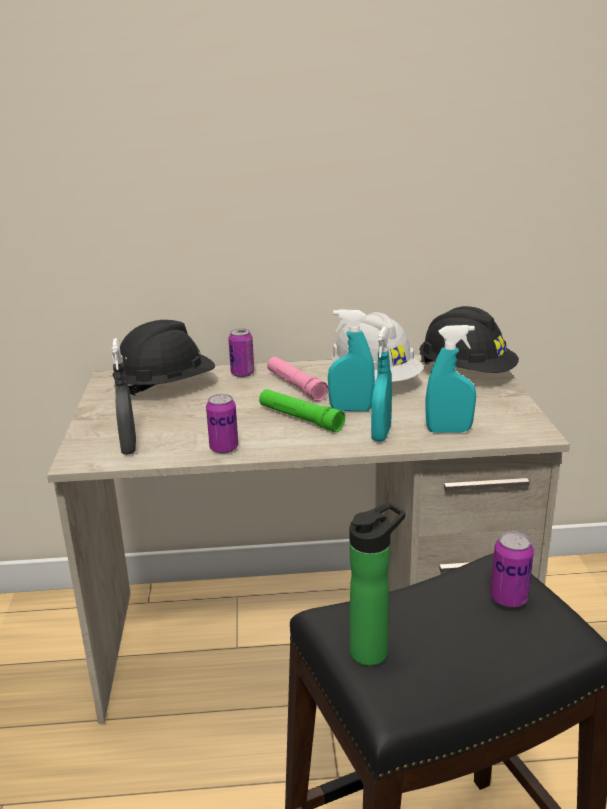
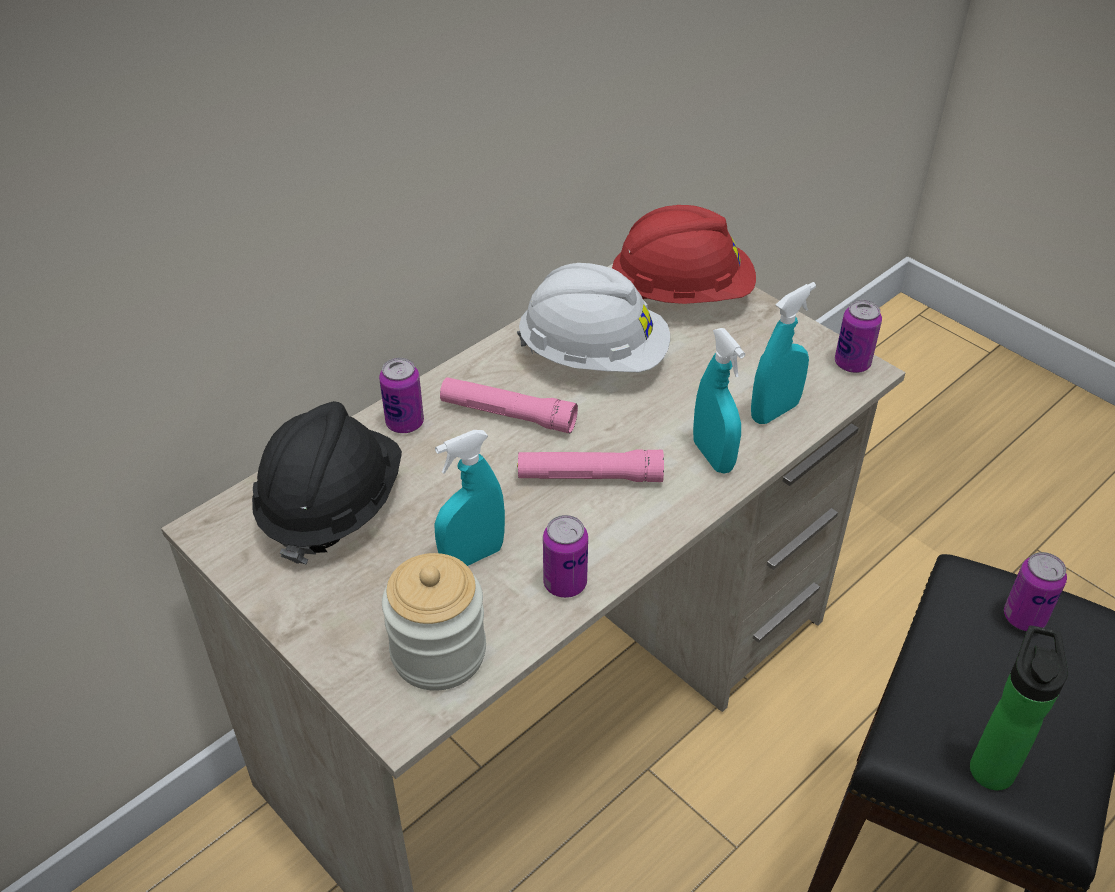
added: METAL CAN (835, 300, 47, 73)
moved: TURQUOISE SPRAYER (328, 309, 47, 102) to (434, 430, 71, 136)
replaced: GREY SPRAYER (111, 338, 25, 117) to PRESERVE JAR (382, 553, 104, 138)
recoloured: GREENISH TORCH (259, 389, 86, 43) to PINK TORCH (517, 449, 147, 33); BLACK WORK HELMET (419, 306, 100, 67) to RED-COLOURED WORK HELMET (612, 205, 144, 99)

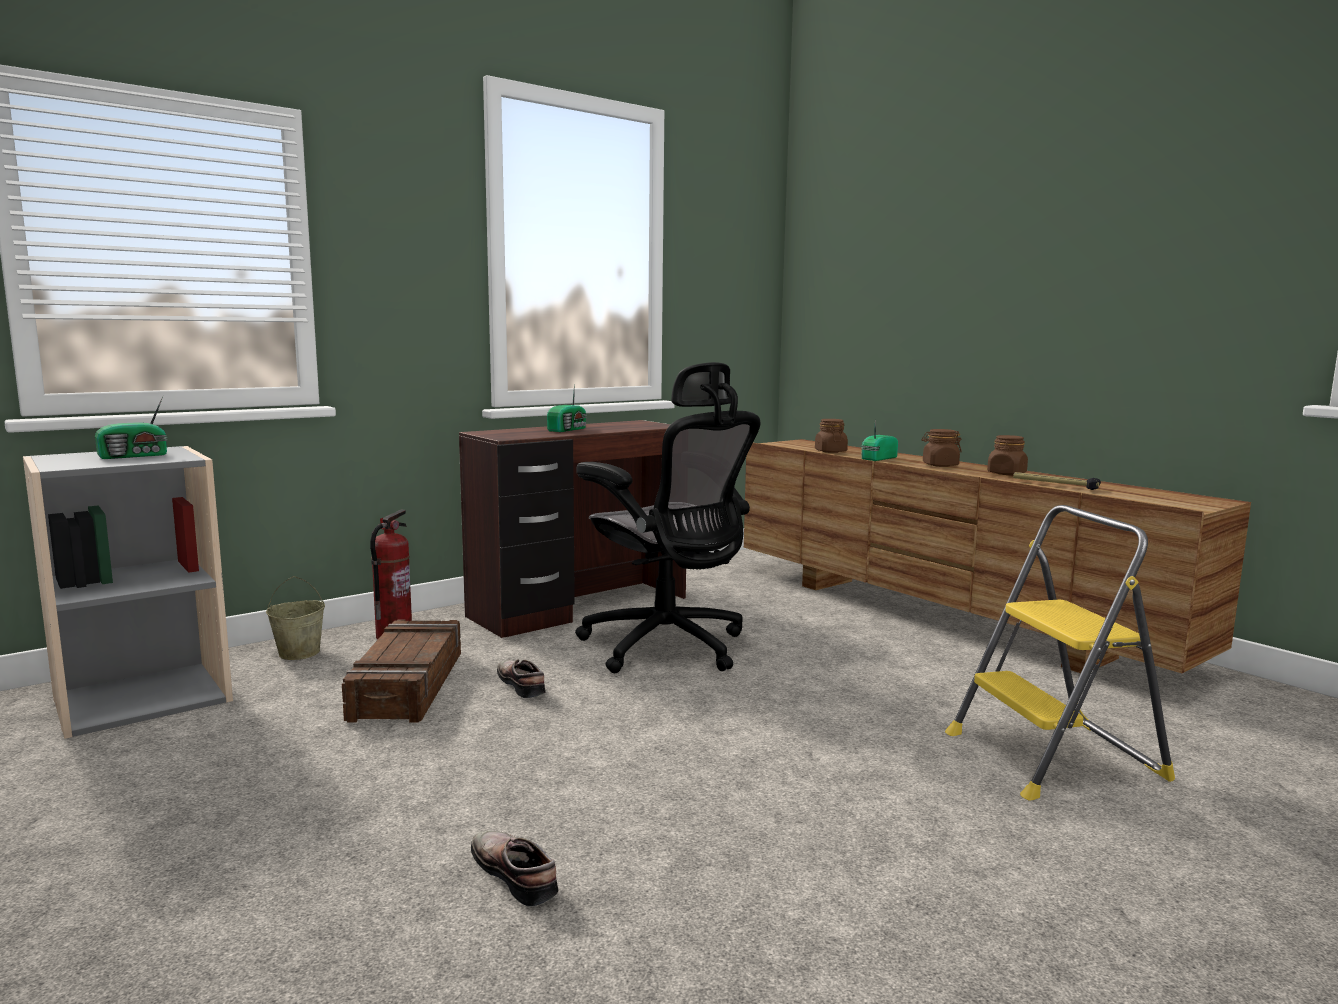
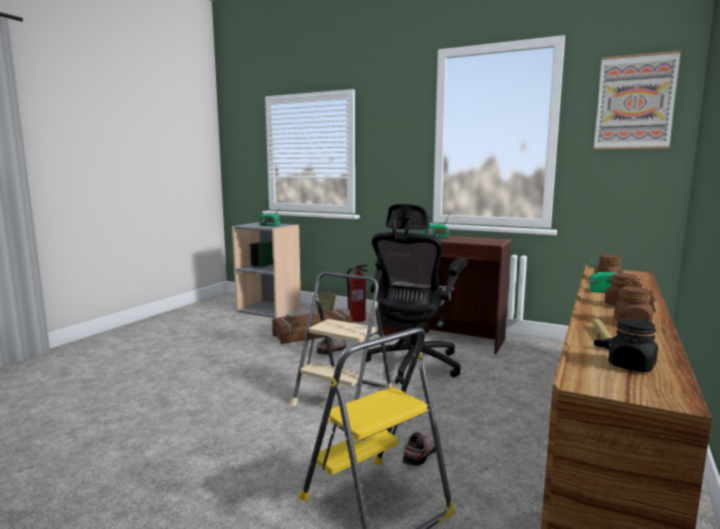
added: SAND-COLOURED STEP STOOL (289, 272, 103, 134); WALL ART (594, 50, 87, 100); BLACK PRESERVE JAR (608, 318, 50, 54)
moved: LOW SHOE (471, 830, 87, 77) to (403, 428, 33, 38)

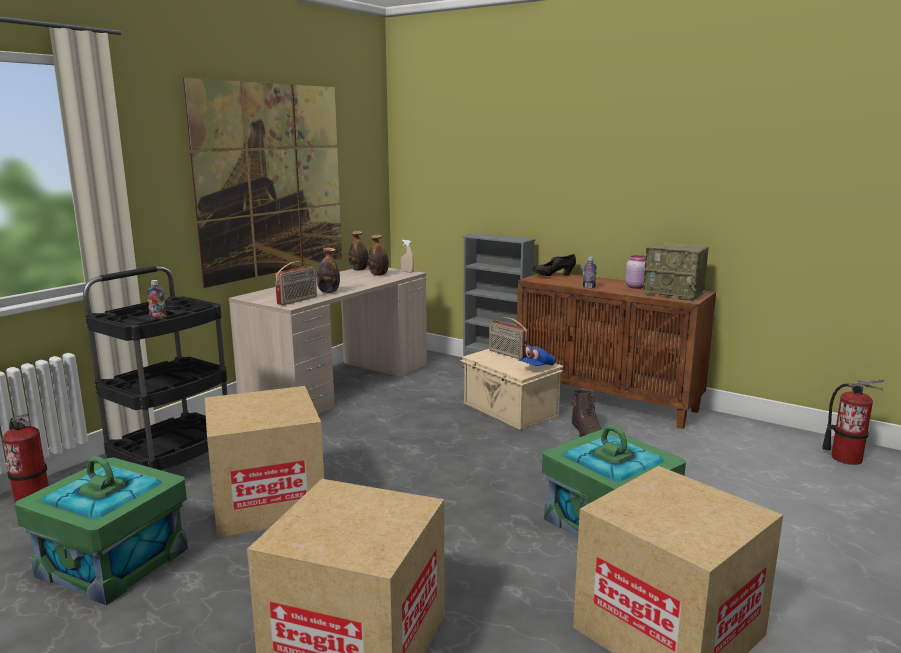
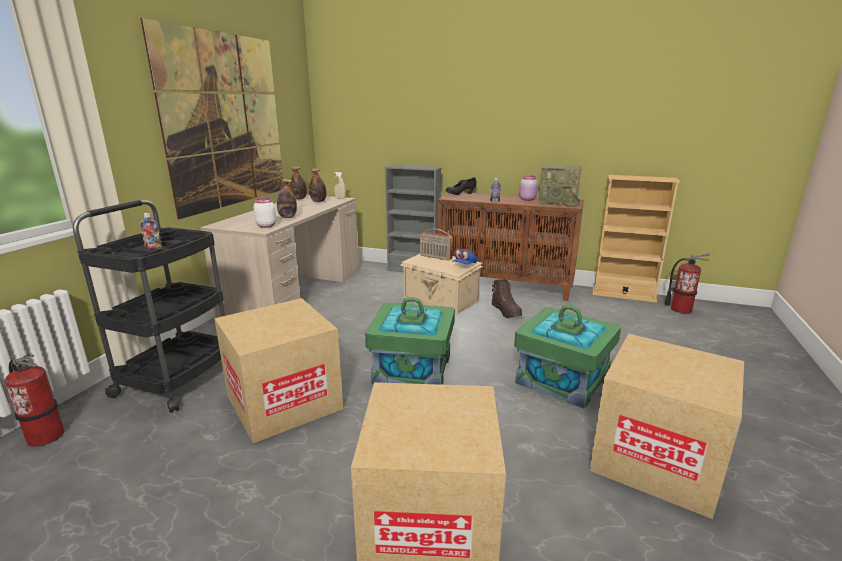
added: SAND-COLOURED BOOKCASE (593, 175, 87, 128)
moved: GREENISH STORAGE CONTAINER (15, 456, 173, 149) to (365, 297, 90, 88)
replaced: RADIO RECEIVER (275, 261, 42, 44) to WHITE-COLOURED PRESERVE JAR (254, 198, 22, 30)

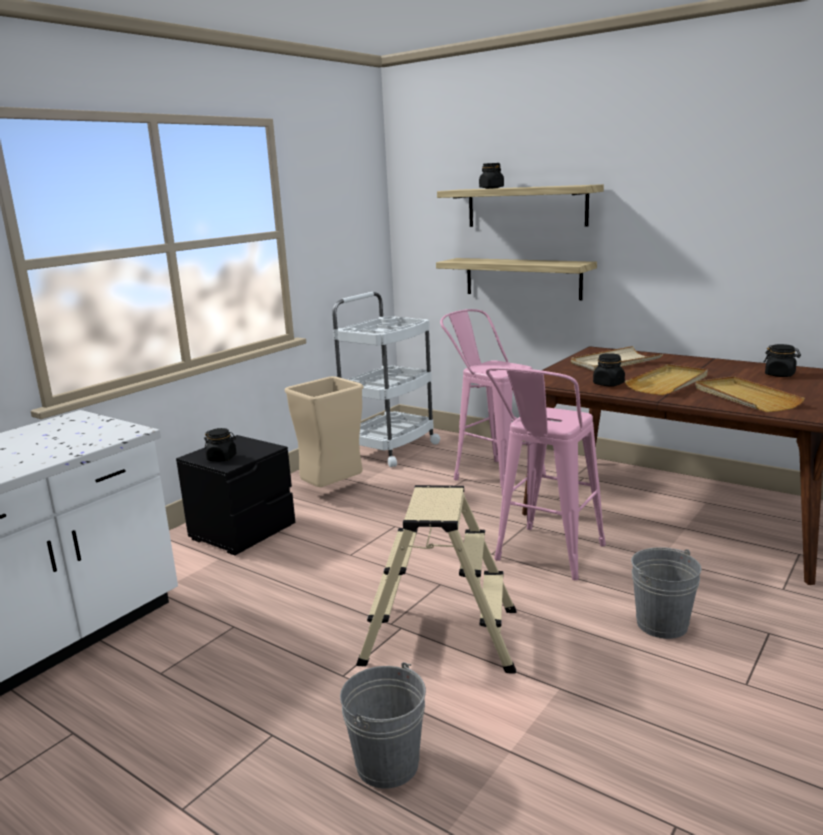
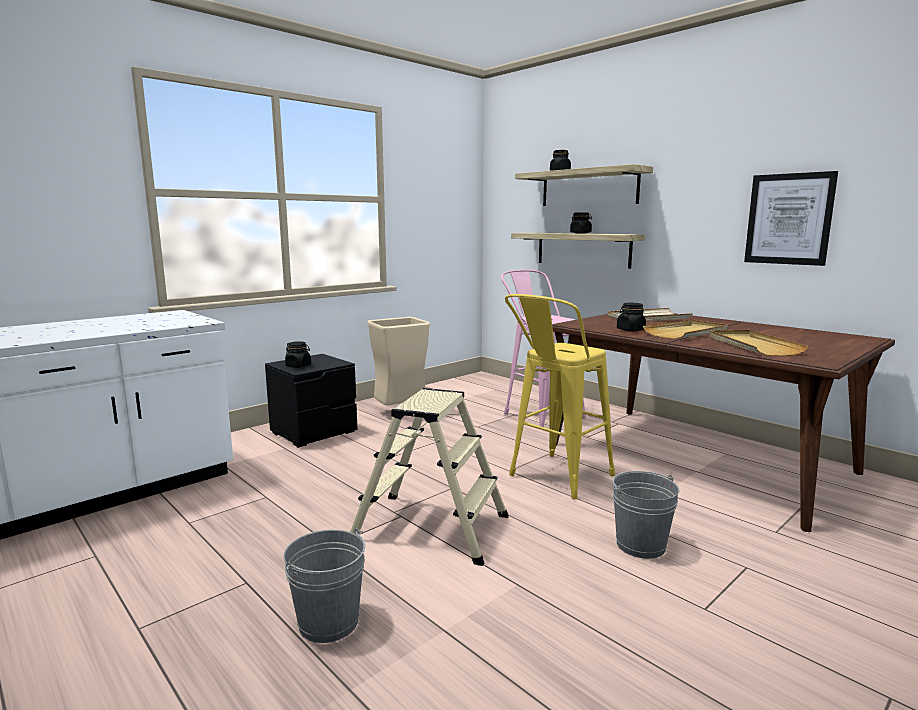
removed: WHITE-COLOURED WHEELED CART (332, 292, 108, 175)
added: WALL ART (744, 171, 94, 95)
moved: BLACK PRESERVE JAR (763, 344, 38, 33) to (570, 212, 22, 21)
recoloured: PINK STOOL (486, 367, 120, 213) to YELLOW STOOL (505, 294, 110, 205)

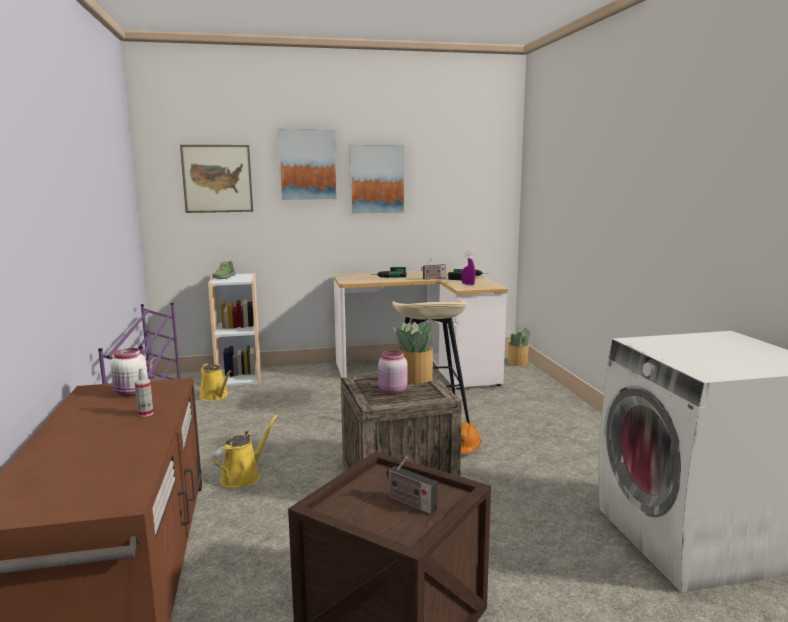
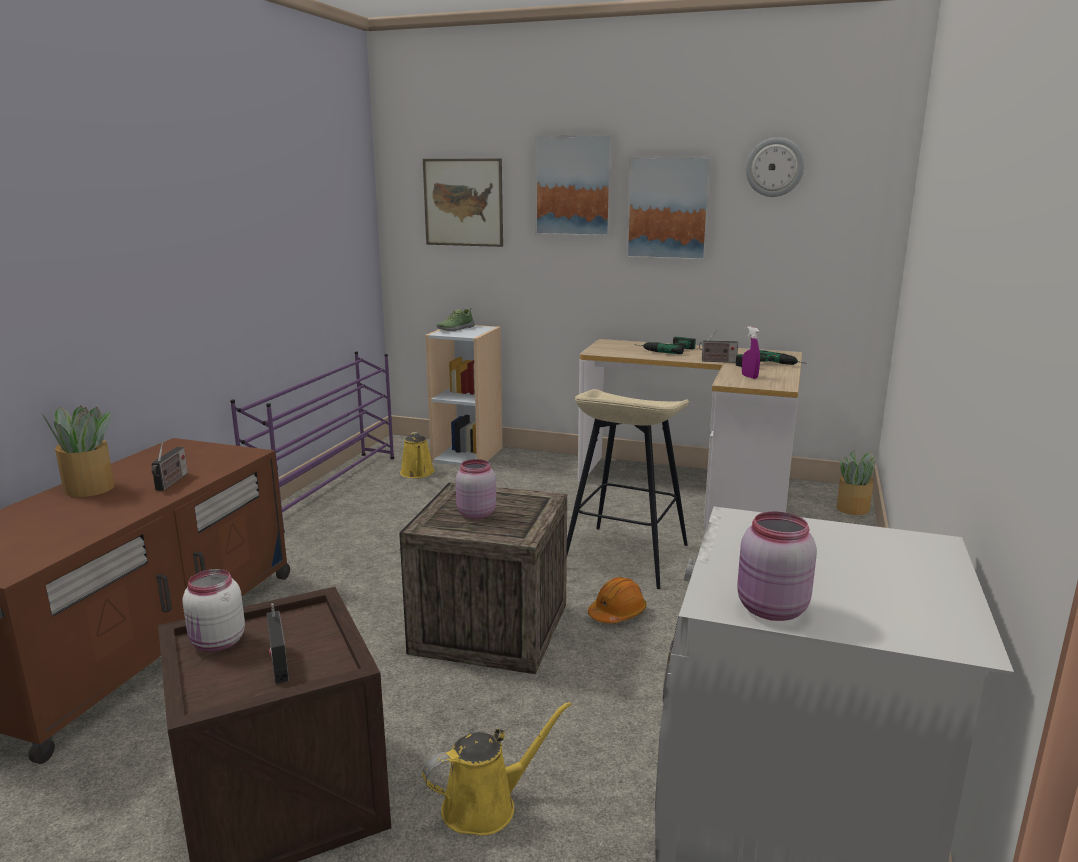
added: PINK PRESERVE JAR (737, 511, 80, 110); HANGING CLOCK (746, 137, 59, 60)
moved: WHITE-COLOURED PRESERVE JAR (110, 348, 38, 48) to (182, 569, 63, 83); YELLOW WATERING POT (213, 414, 65, 74) to (422, 701, 150, 135); HOUSEPLANT (392, 322, 42, 61) to (42, 405, 73, 92)
replaced: SPRAYER (134, 368, 20, 49) to RADIO RECEIVER (151, 442, 37, 49)

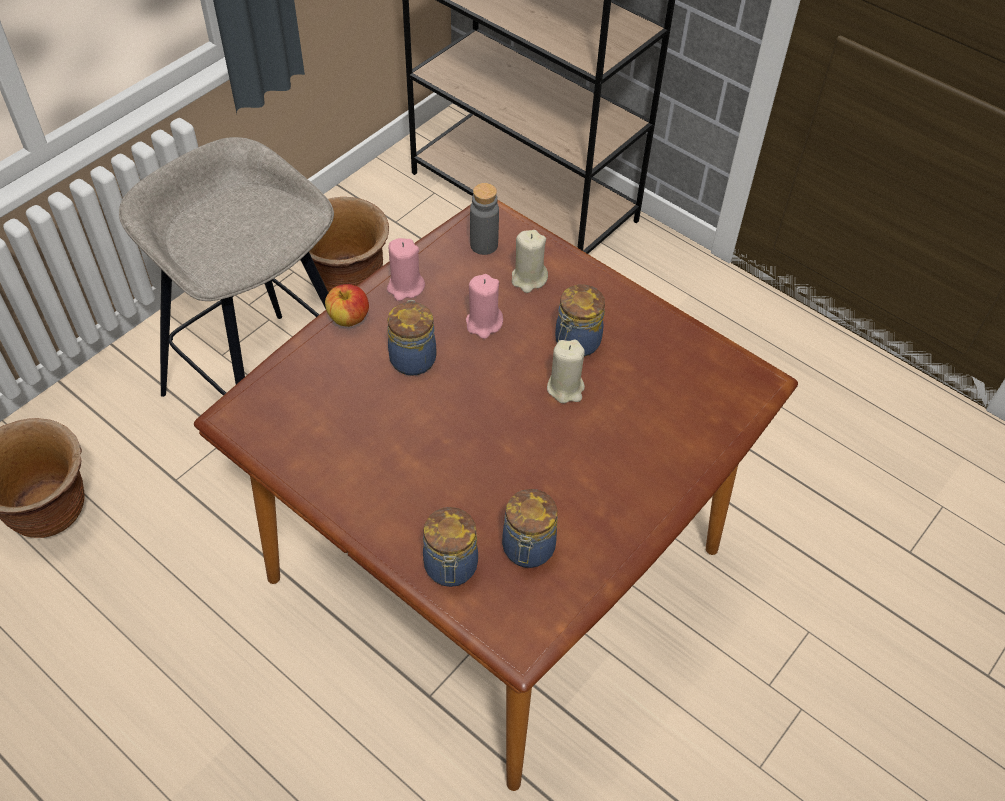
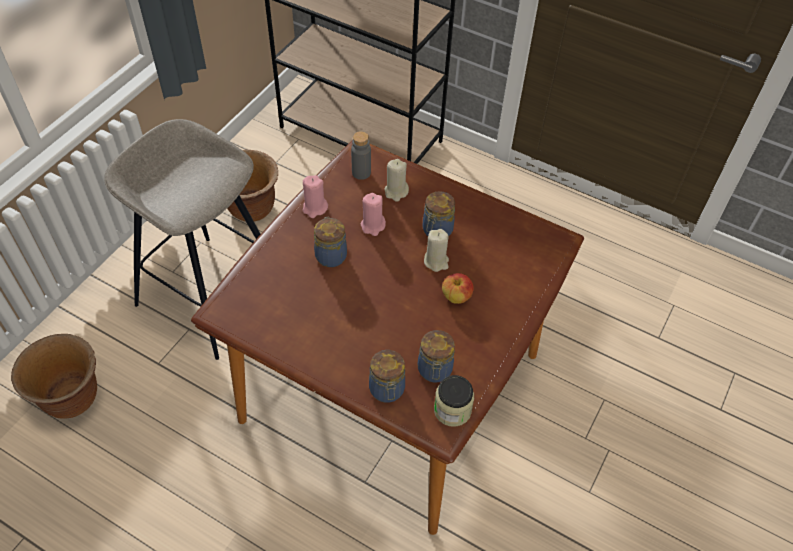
added: PRESERVE JAR (434, 375, 40, 52)
moved: APPLE (325, 284, 44, 43) to (442, 273, 32, 31)

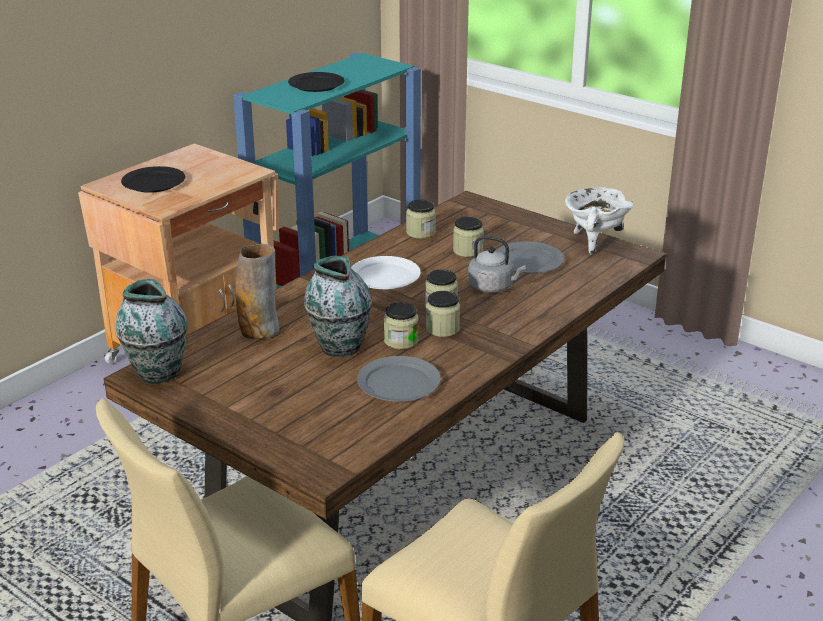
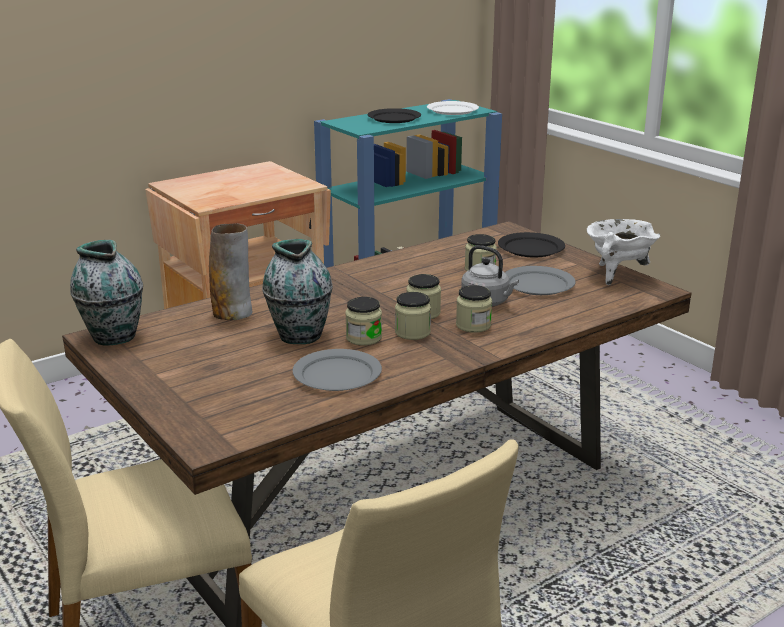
moved: BLACK PLATE (121, 166, 64, 27) to (498, 232, 67, 25); WHITE-COLOURED PLATE (351, 256, 70, 34) to (427, 101, 52, 14); PRESERVE JAR (406, 199, 30, 40) to (456, 285, 36, 48)

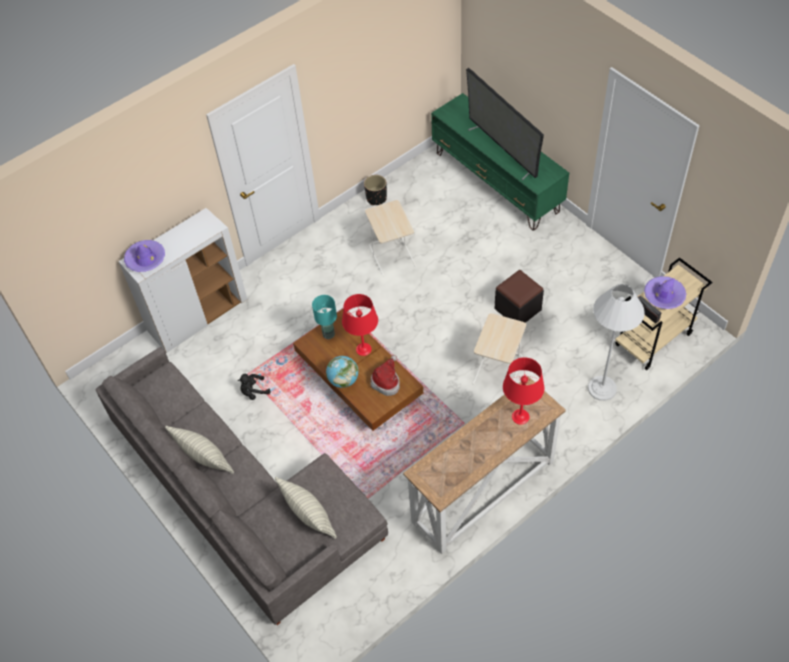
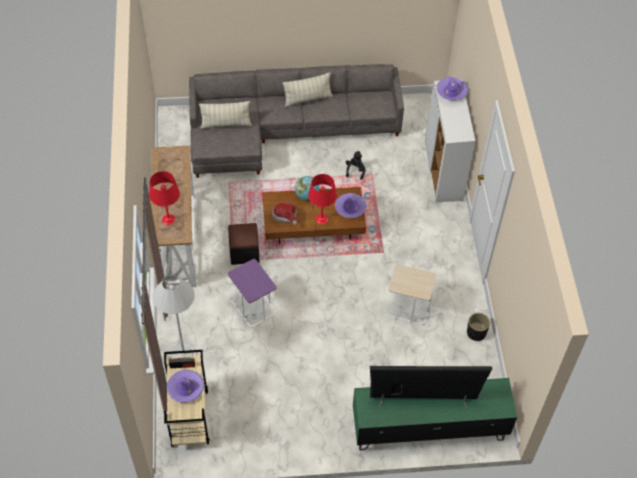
moved: BLACK FOOTREST (495, 270, 49, 53) to (228, 223, 32, 42)
replaced: TURQUOISE LAMP FOR A TABLE (312, 295, 25, 44) to PURPLE-COLOURED CLOTHING HAT (335, 193, 32, 25)
recoloured: SAND-COLOURED END TABLE (473, 313, 53, 72) to PURPLE-COLOURED END TABLE (228, 259, 49, 68)

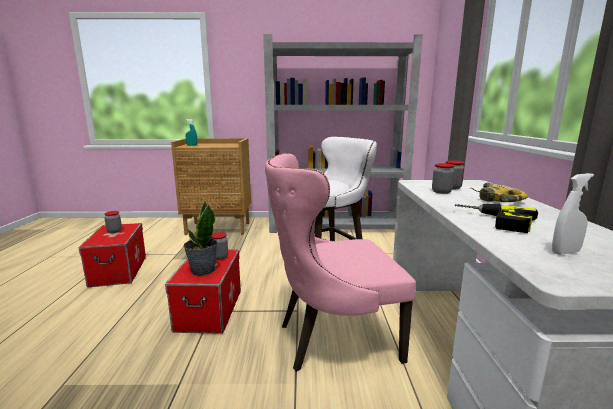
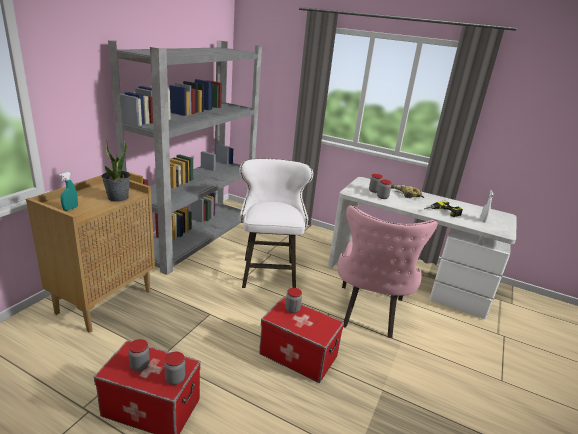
added: PRESERVE JAR (164, 352, 21, 33)
moved: HOUSEPLANT (183, 201, 34, 75) to (101, 140, 29, 62)

